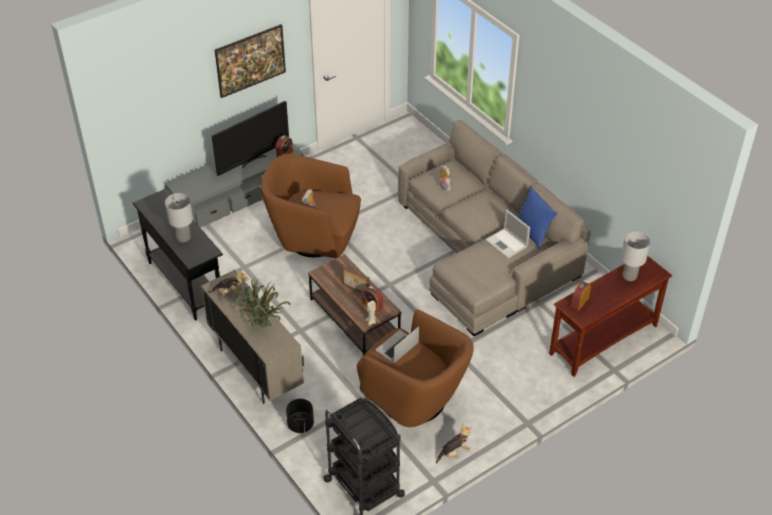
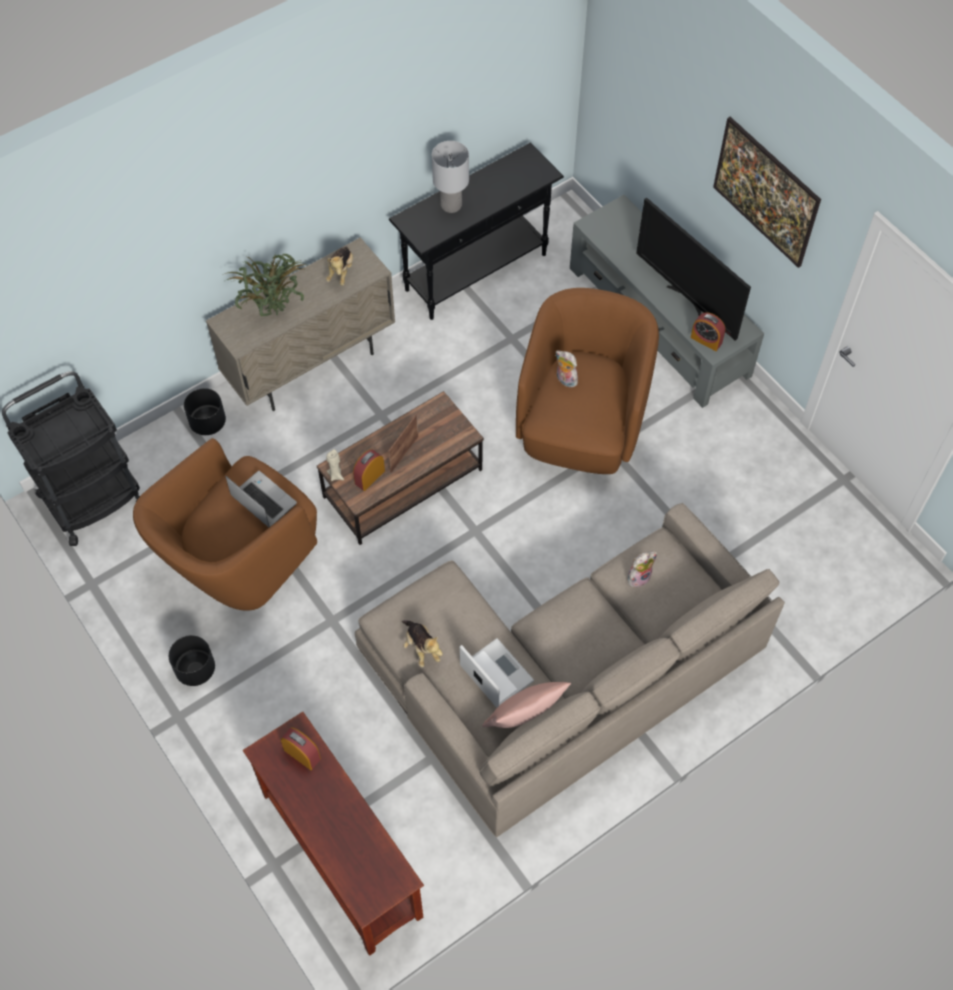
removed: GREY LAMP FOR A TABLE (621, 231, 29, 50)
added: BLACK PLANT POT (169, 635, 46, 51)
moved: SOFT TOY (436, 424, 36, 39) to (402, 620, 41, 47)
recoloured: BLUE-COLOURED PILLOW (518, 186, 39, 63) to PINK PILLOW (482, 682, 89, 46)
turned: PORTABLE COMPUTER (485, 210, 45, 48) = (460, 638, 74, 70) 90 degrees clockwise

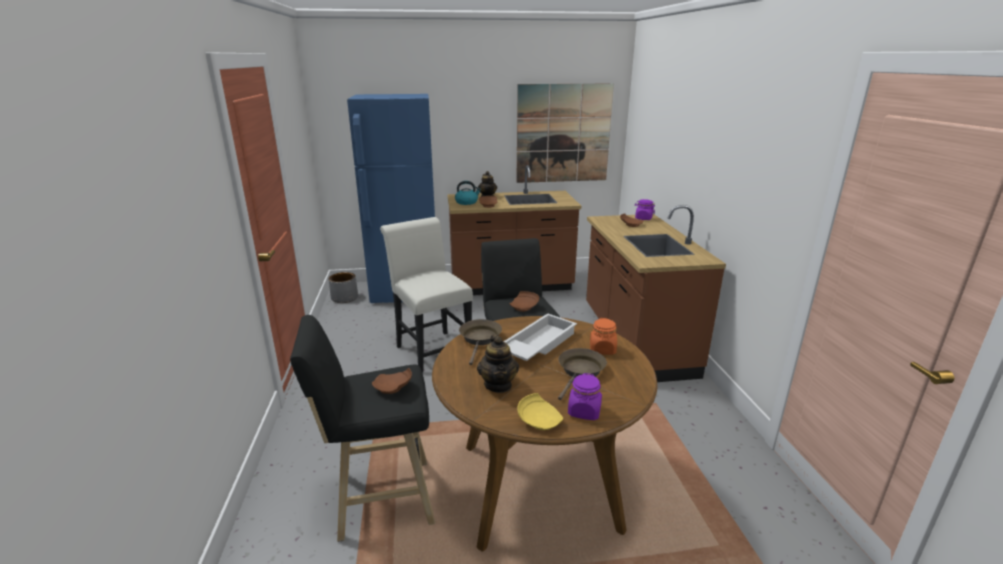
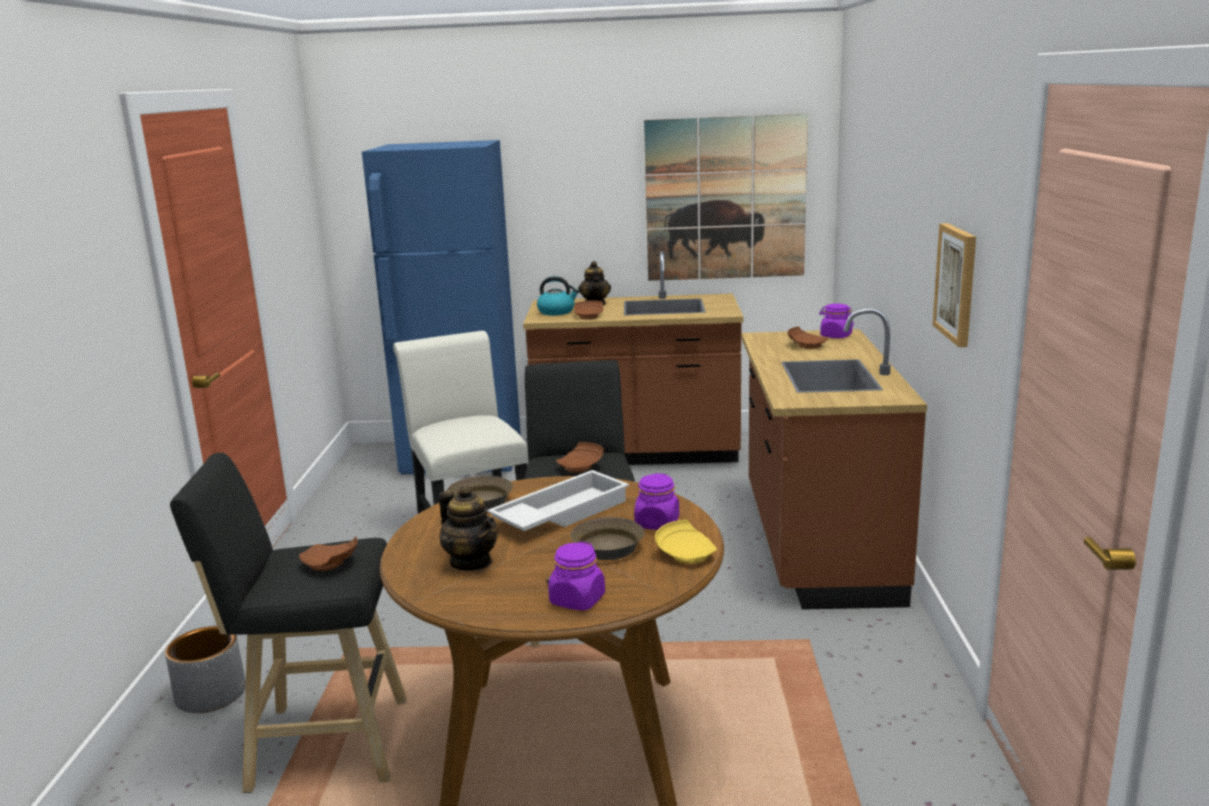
added: WALL ART (932, 223, 44, 124)
moved: GREY PLANT POT (328, 272, 30, 31) to (165, 626, 81, 87); YELLOW PLATE (517, 393, 46, 37) to (655, 520, 62, 44)
recoloured: ORANGE-COLOURED PRESERVE JAR (590, 318, 27, 37) to PURPLE-COLOURED PRESERVE JAR (634, 473, 45, 57)
turned: POT FOR TEA (477, 334, 42, 59) = (439, 485, 59, 85) 45 degrees counterclockwise

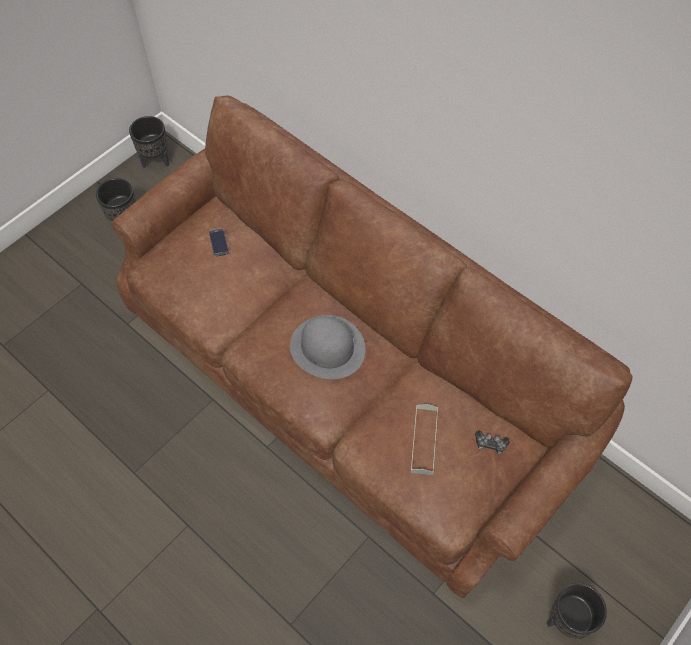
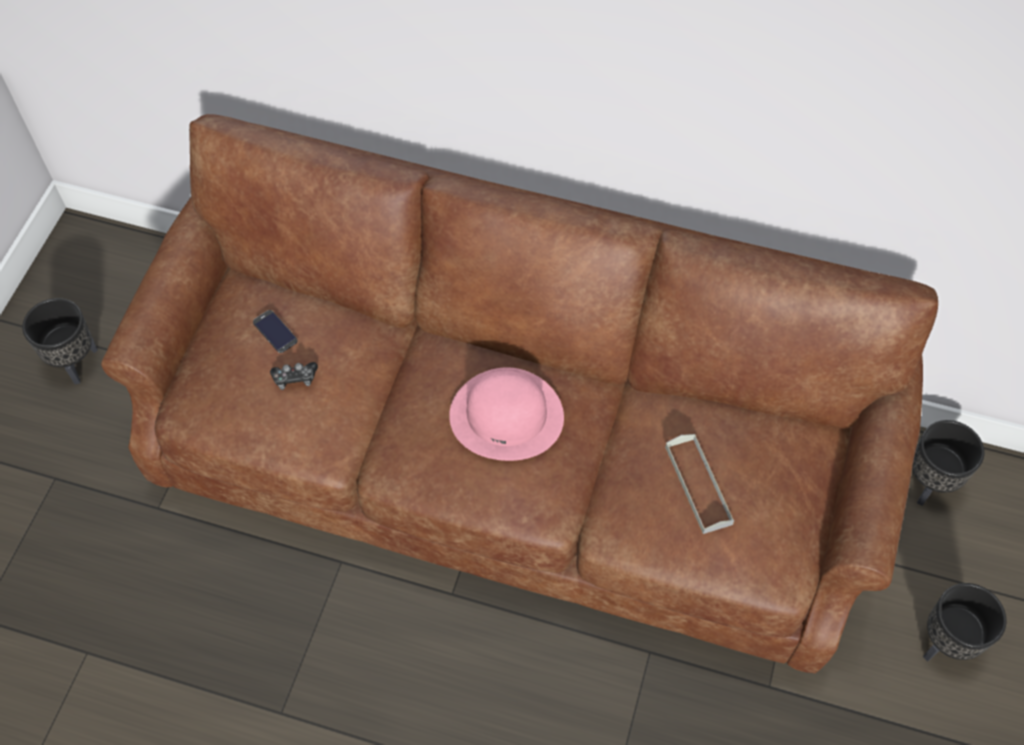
moved: BLACK PLANT POT (129, 116, 41, 52) to (912, 420, 72, 86); GAMEPAD (475, 431, 35, 24) to (270, 362, 48, 28)
recoloured: GREY CLOTHING HAT (290, 315, 76, 64) to PINK CLOTHING HAT (449, 367, 115, 94)

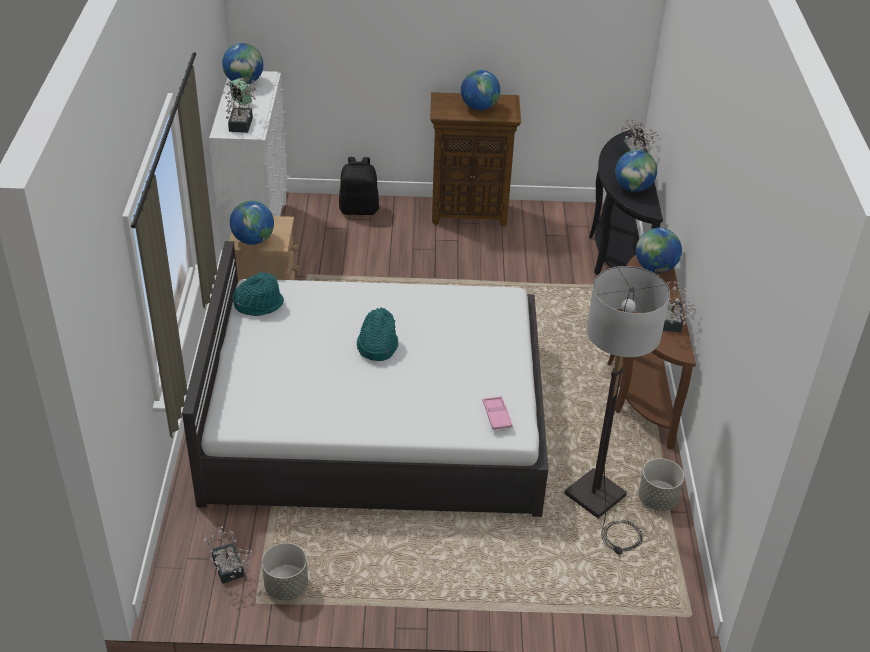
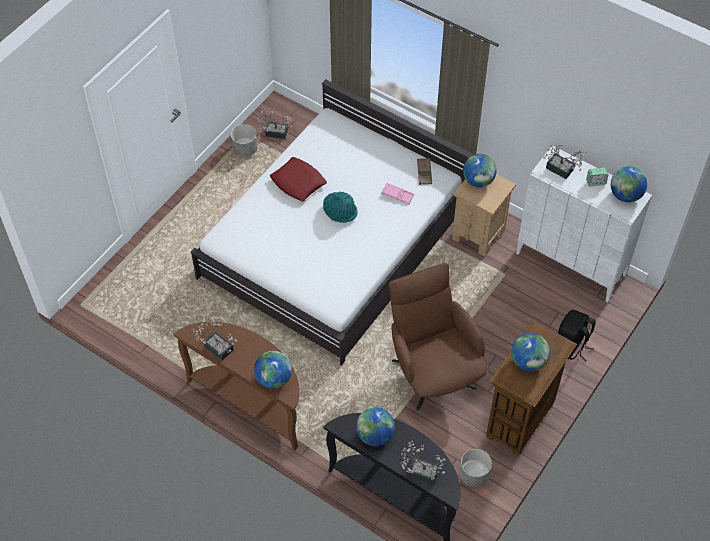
removed: FLOOR LAMP (564, 266, 106, 290)
added: RED-COLOURED PILLOW (270, 157, 57, 44); BROWNISH ARMCHAIR (389, 263, 99, 148)
moved: PINK CARRYING TRAY (483, 396, 30, 34) to (382, 183, 32, 21); GREY PLANT POT (638, 458, 46, 53) to (459, 449, 33, 38)
replaced: TURQUOISE CLOTHING HAT (233, 272, 51, 44) to BROWNISH CARRYING TRAY (417, 158, 15, 27)

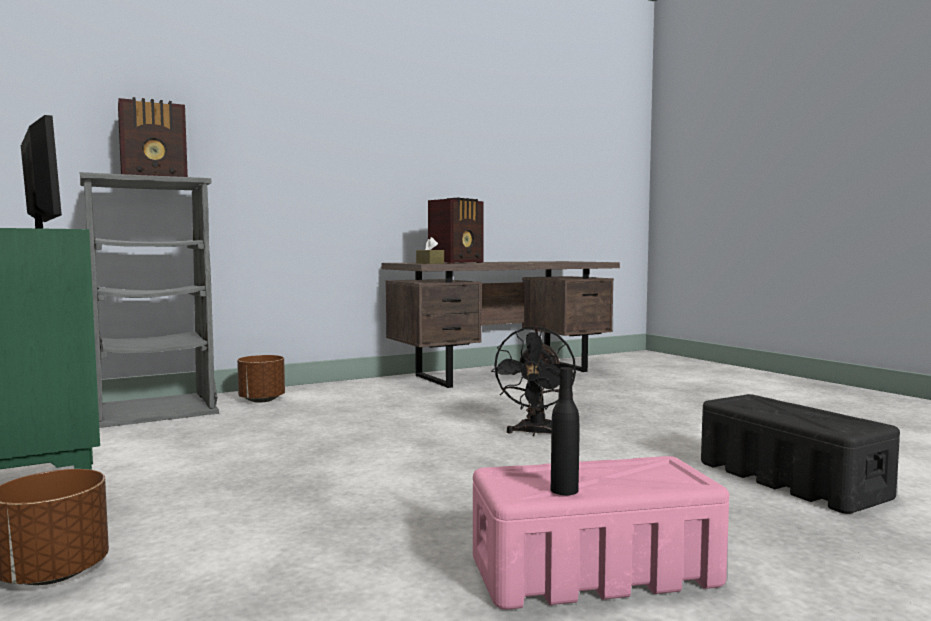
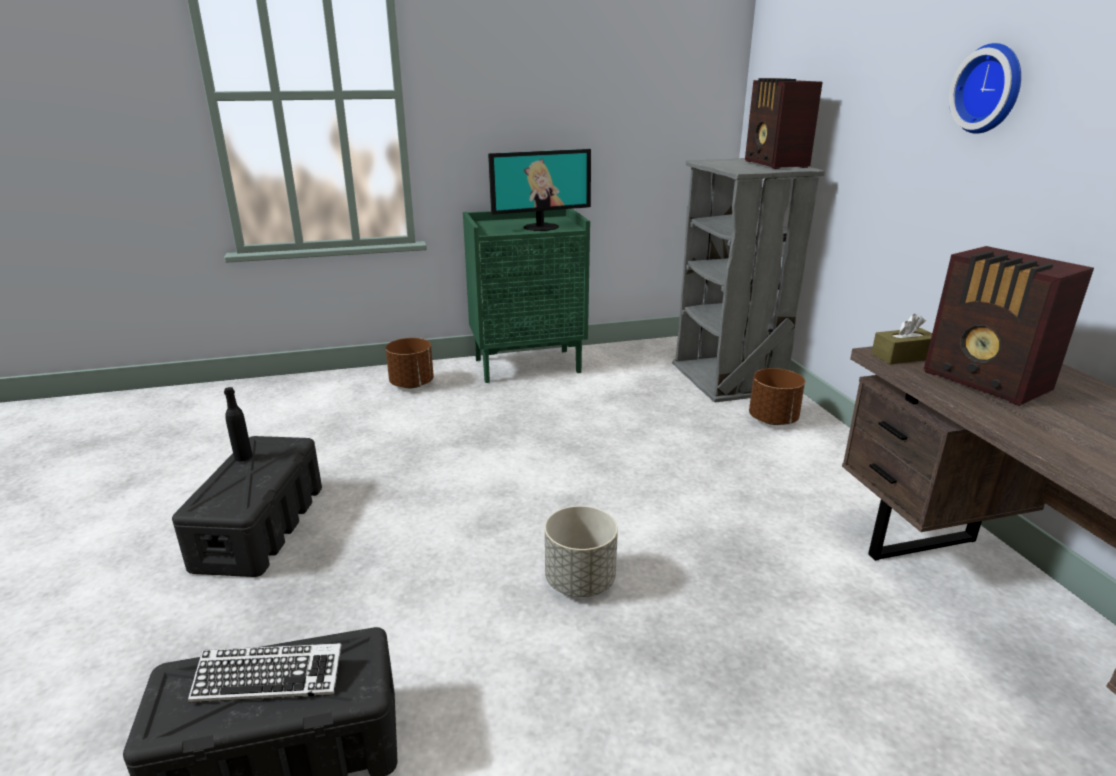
added: PC KEYBOARD (188, 643, 153, 60); HANGING CLOCK (949, 43, 72, 91)
replaced: BLACK ELECTRIC FAN (491, 326, 85, 110) to GREY PLANT POT (545, 506, 73, 91)
recoloured: PINK STORAGE CONTAINER (473, 456, 256, 154) to BLACK STORAGE CONTAINER (172, 436, 150, 141)

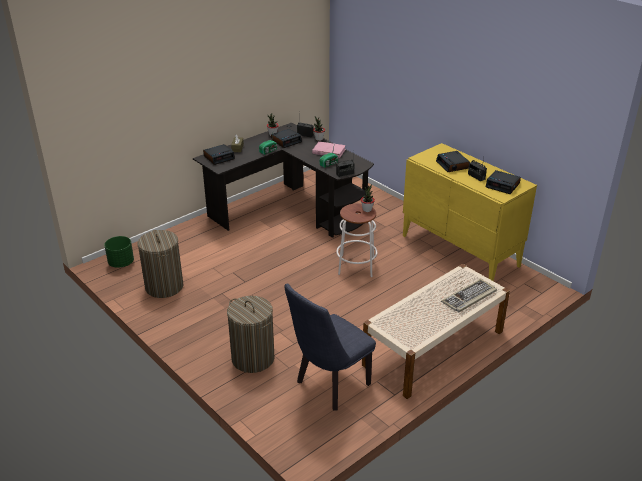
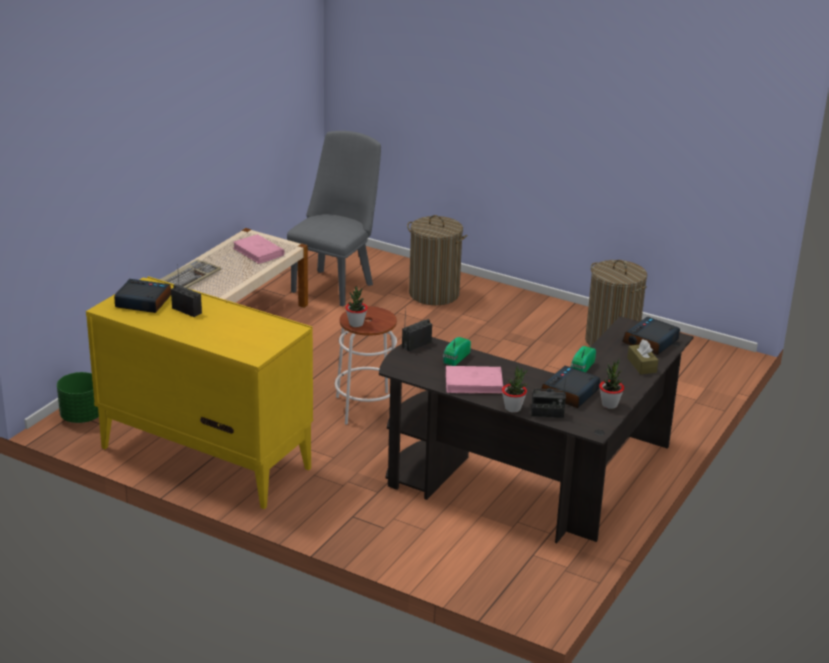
removed: BEDSIDE CLOCK (436, 151, 34, 21)
added: PINK BOUND BOOK (233, 234, 51, 30)
moved: GREENISH PLANT POT (104, 236, 30, 32) to (57, 372, 42, 51)
recoloured: BLUE-COLOURED CHAIR (285, 283, 91, 128) to GREY CHAIR (287, 131, 94, 175)

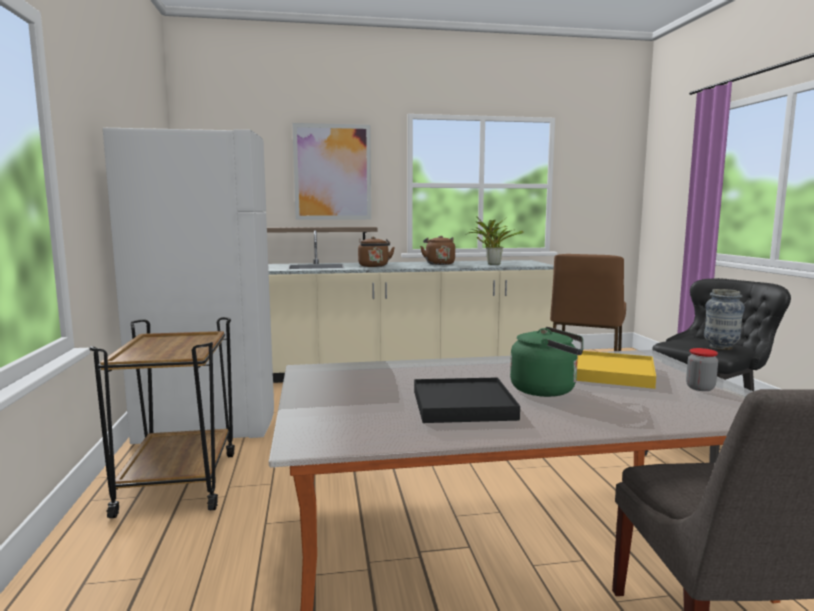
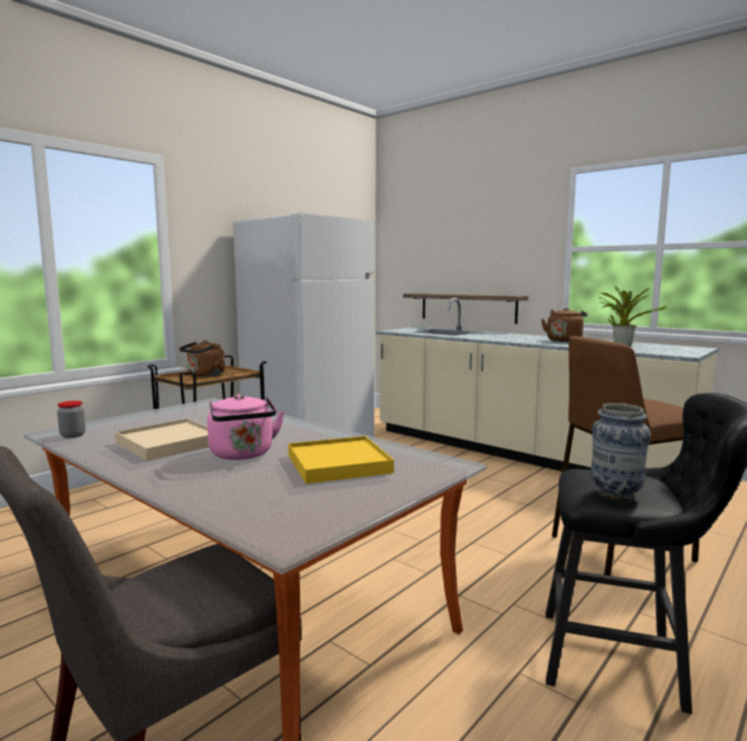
removed: WALL ART (292, 123, 79, 97)
moved: BROWNISH WATER KETTLE (358, 237, 37, 30) to (179, 340, 46, 37); PRESERVE JAR (686, 348, 32, 43) to (57, 401, 29, 37)
recoloured: BLACK CARRYING TRAY (414, 377, 106, 46) to SAND-COLOURED CARRYING TRAY (115, 419, 94, 42); GREENISH WATER KETTLE (510, 327, 73, 70) to PINK WATER KETTLE (207, 394, 78, 66)

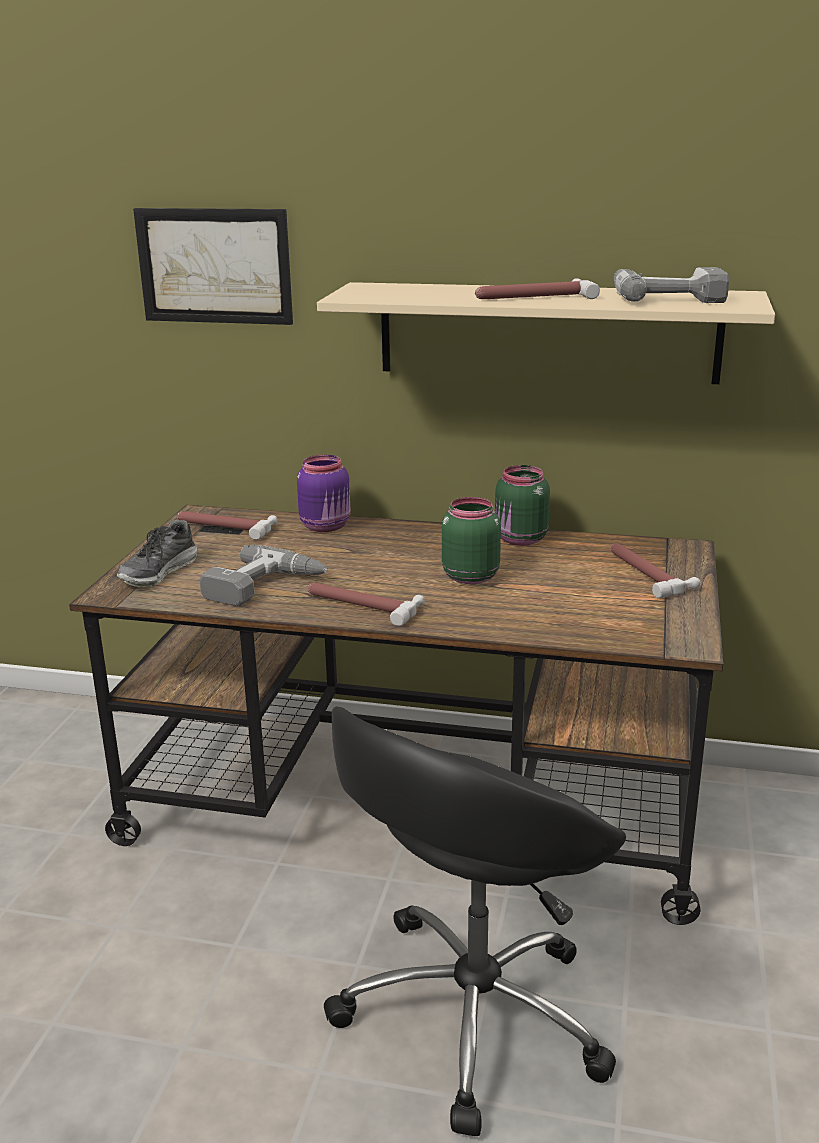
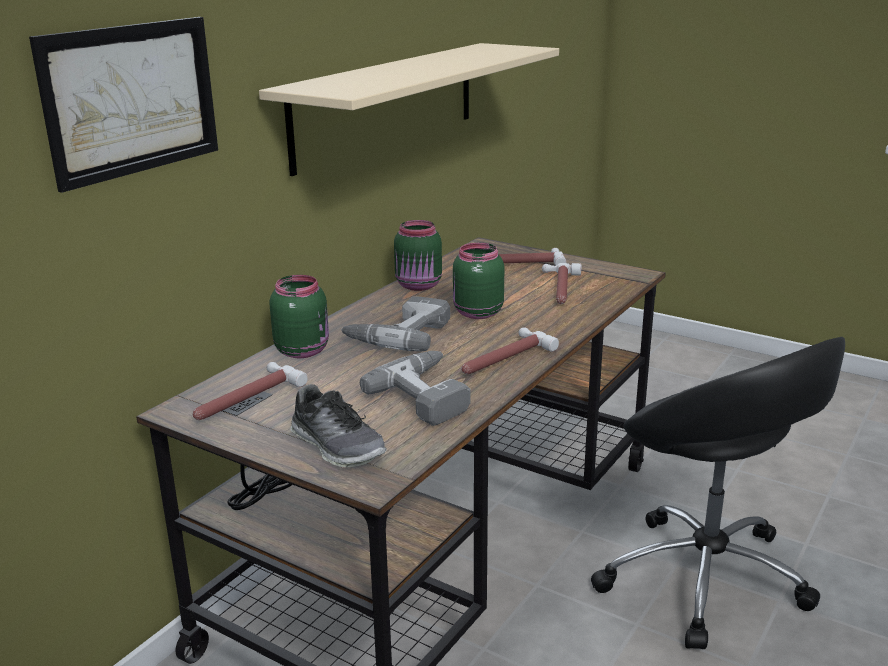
moved: TOOL HAMMER (475, 278, 125, 21) to (542, 263, 40, 41); DRILL (614, 267, 115, 36) to (341, 296, 109, 55)
recoloured: PURPLE-COLOURED PRESERVE JAR (297, 455, 54, 77) to GREENISH PRESERVE JAR (269, 275, 60, 83)

